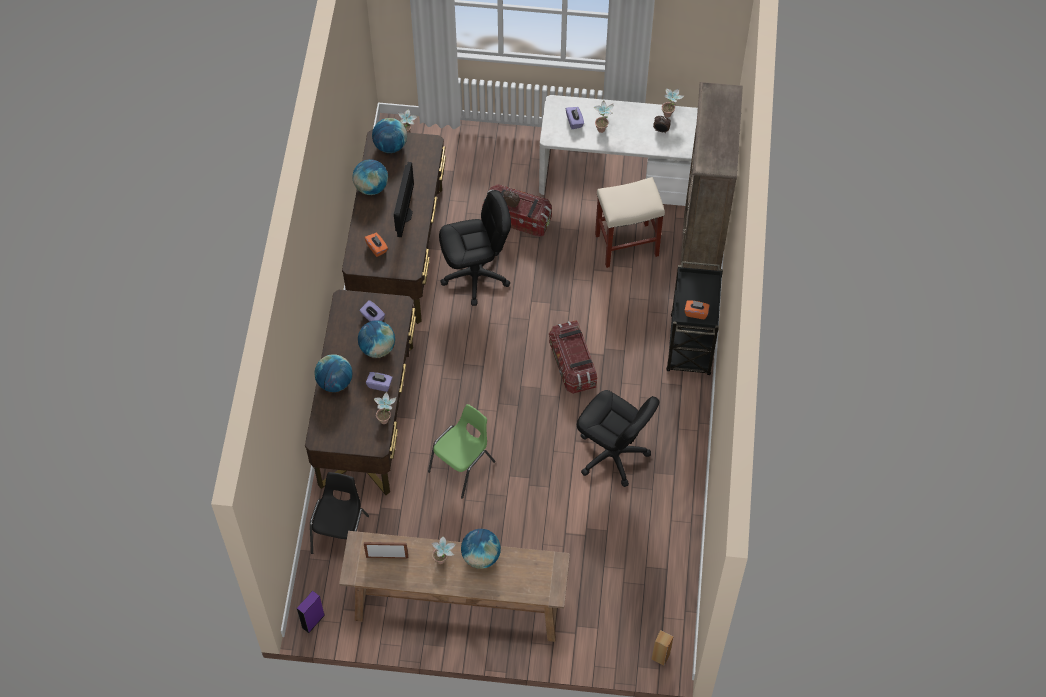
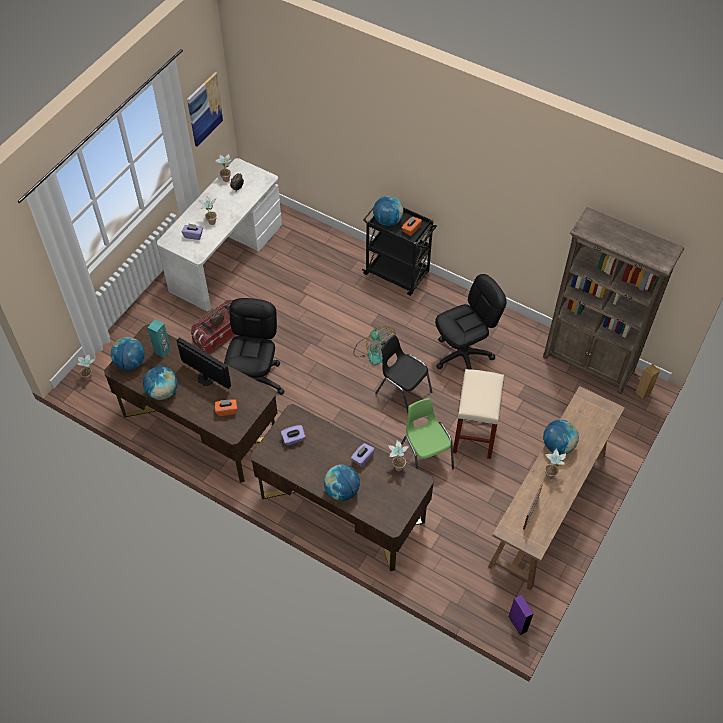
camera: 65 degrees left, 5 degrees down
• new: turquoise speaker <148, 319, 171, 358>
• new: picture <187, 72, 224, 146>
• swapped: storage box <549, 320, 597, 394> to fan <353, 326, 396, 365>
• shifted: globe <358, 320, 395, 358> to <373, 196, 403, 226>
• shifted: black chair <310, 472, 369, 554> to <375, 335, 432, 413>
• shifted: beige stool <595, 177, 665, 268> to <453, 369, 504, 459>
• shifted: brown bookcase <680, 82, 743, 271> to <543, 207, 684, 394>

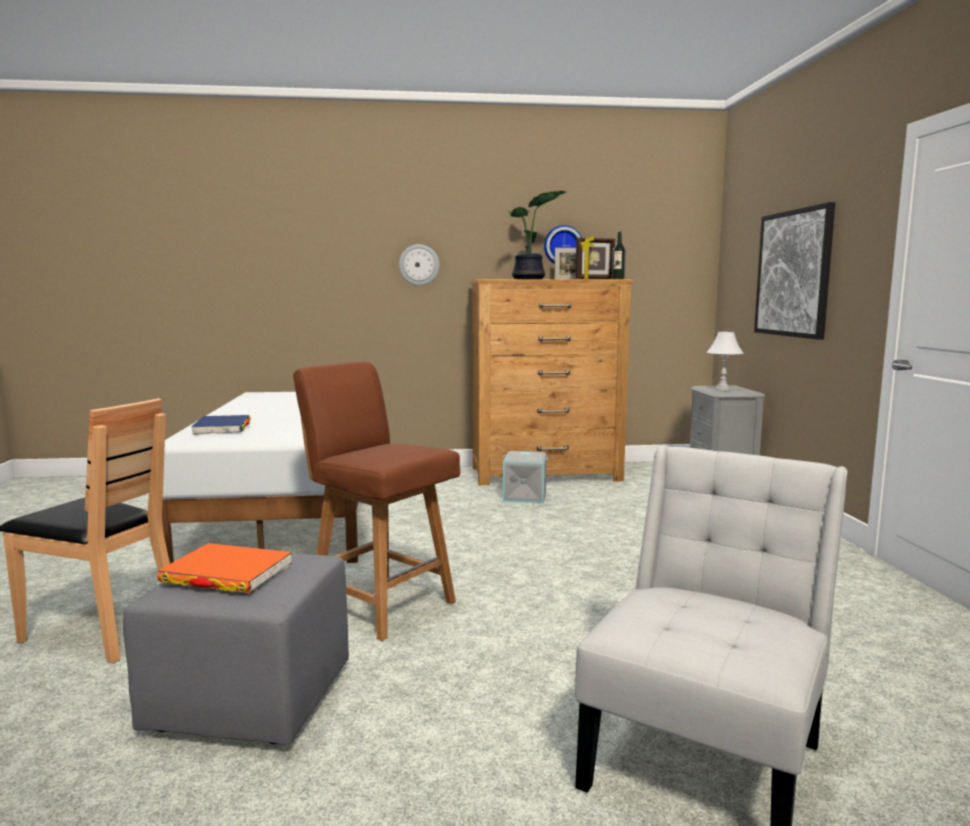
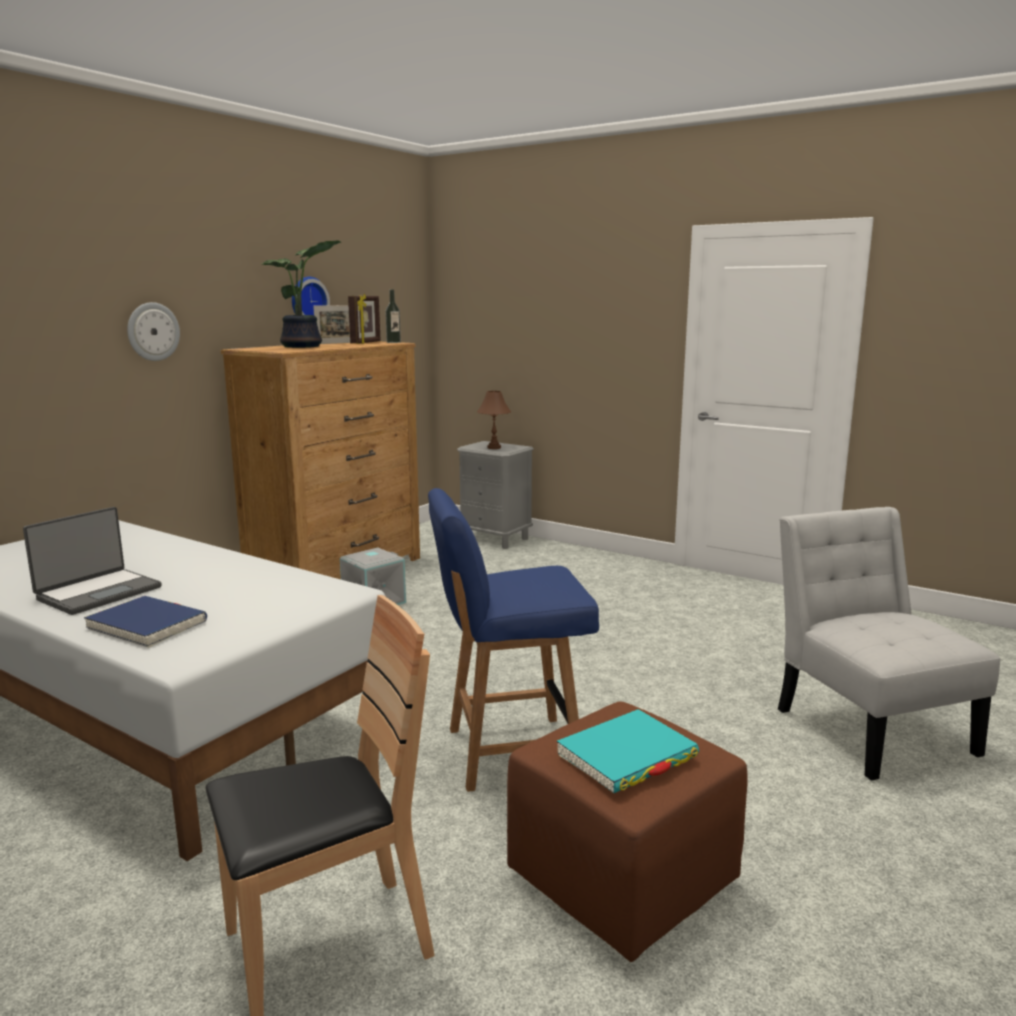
camera: 50 degrees left, 5 degrees up
• new: laptop <23, 507, 162, 615>
• repainted: brown chair <293, 361, 460, 641> to blue chair <428, 488, 599, 792>
• repainted: white table lamp <707, 331, 744, 391> to brown table lamp <477, 391, 511, 449>
• repainted: grey ottoman <123, 553, 349, 745> to brown ottoman <507, 702, 748, 962>
• repainted: orange book <157, 543, 292, 593> to turquoise book <557, 709, 699, 793>
• gone: picture <754, 202, 835, 340>

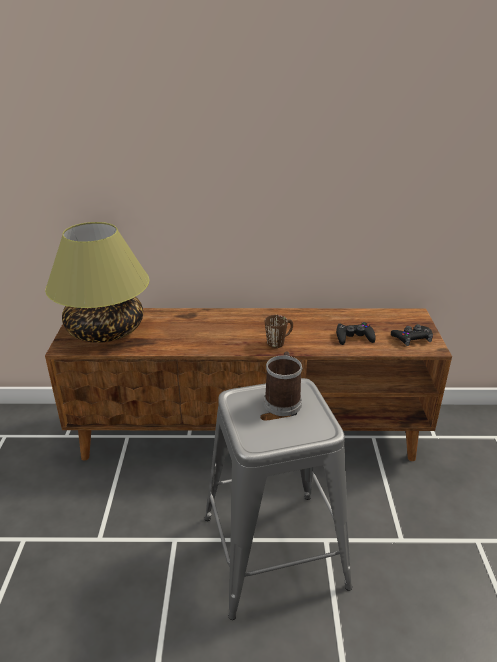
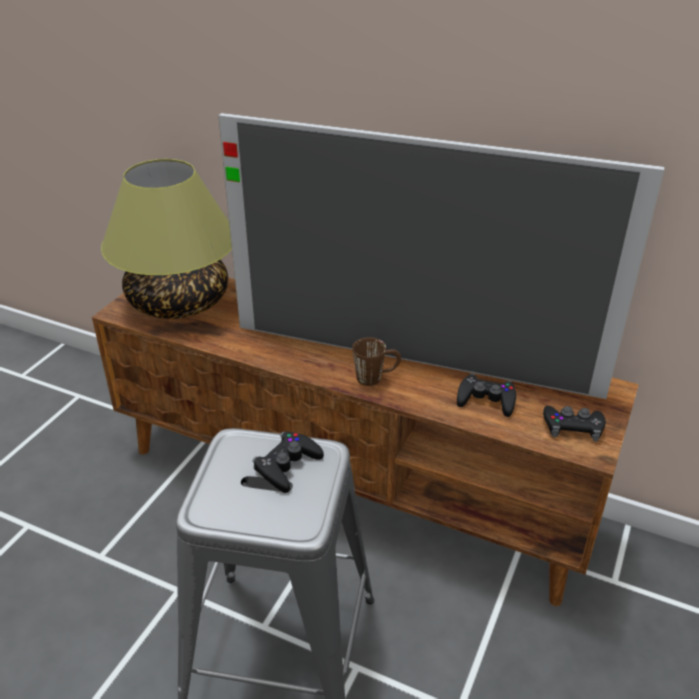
camera: 25 degrees right, 5 degrees up
• new: television <218, 113, 664, 399>
• swapped: mug <264, 352, 303, 416> to black game controller <253, 431, 324, 493>

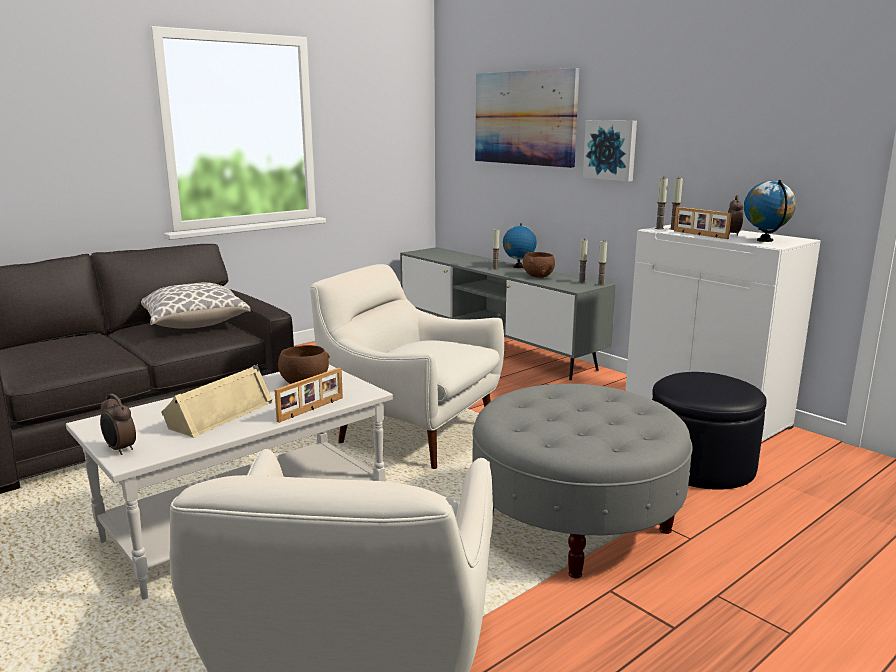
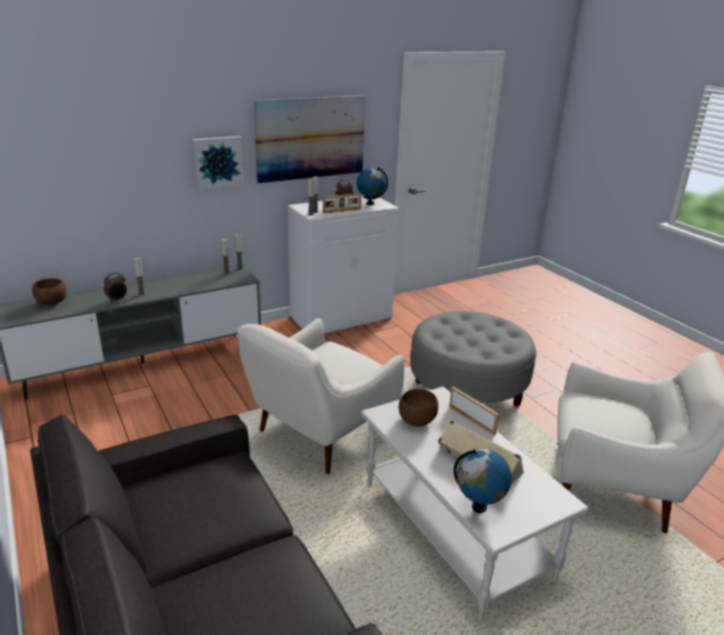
camera: 80 degrees left, 10 degrees up
• shifted: brown bowl <523, 252, 555, 278> to <32, 278, 66, 305>
• shifted: alarm clock <100, 394, 136, 455> to <104, 273, 127, 302>
• shifted: picture <475, 68, 579, 168> to <254, 95, 365, 183>
• shifted: globe <503, 223, 537, 268> to <454, 449, 512, 513>
• gone: pillow <141, 282, 251, 329>
• gone: black ottoman <652, 372, 767, 490>

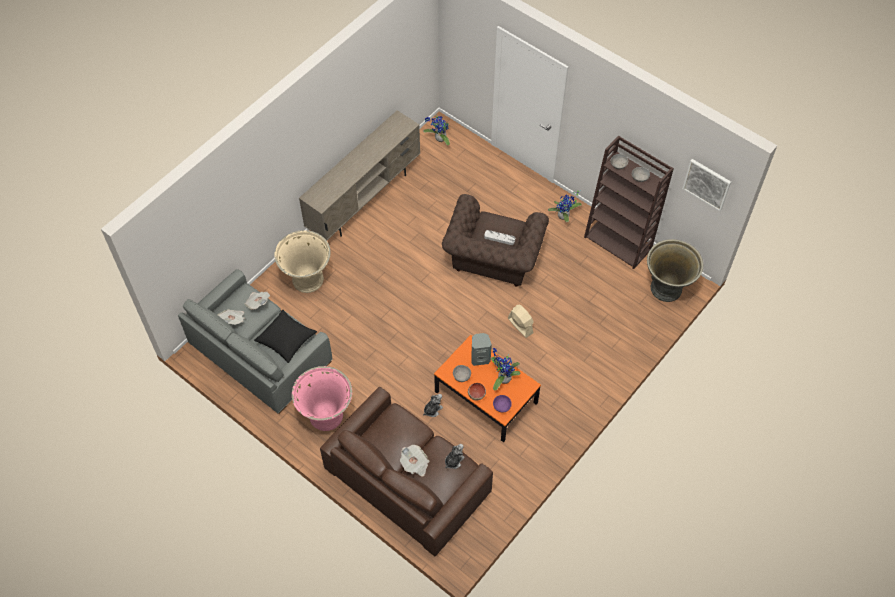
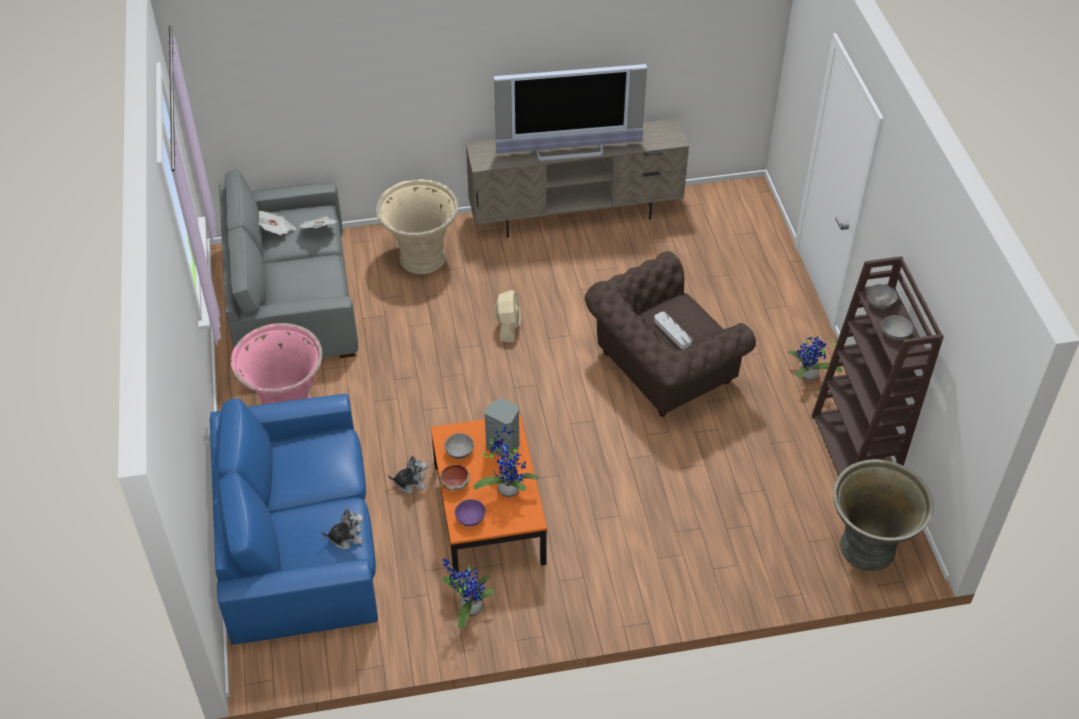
camera: 40 degrees right, 10 degrees down
• repainted: brown sofa <320, 387, 493, 556> to blue sofa <210, 394, 378, 645>
• shifted: potted plant <423, 115, 450, 145> to <441, 558, 495, 629>
• new: television <494, 64, 647, 161>
• shifted: beige fan <508, 305, 534, 338> to <495, 290, 521, 342>
• gone: black pillow <254, 310, 317, 363>
• gone: newspaper <400, 445, 429, 477>
• gone: picture <682, 159, 731, 211>

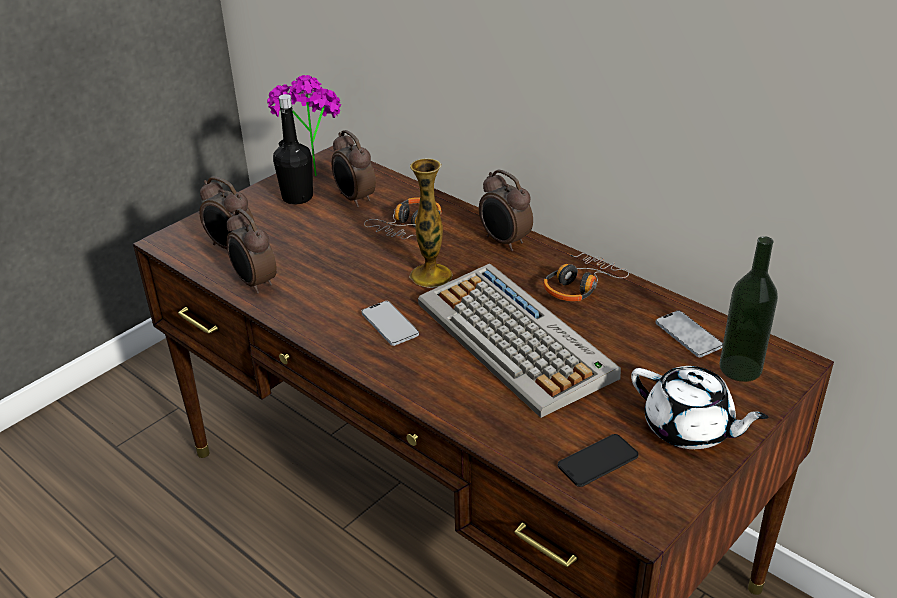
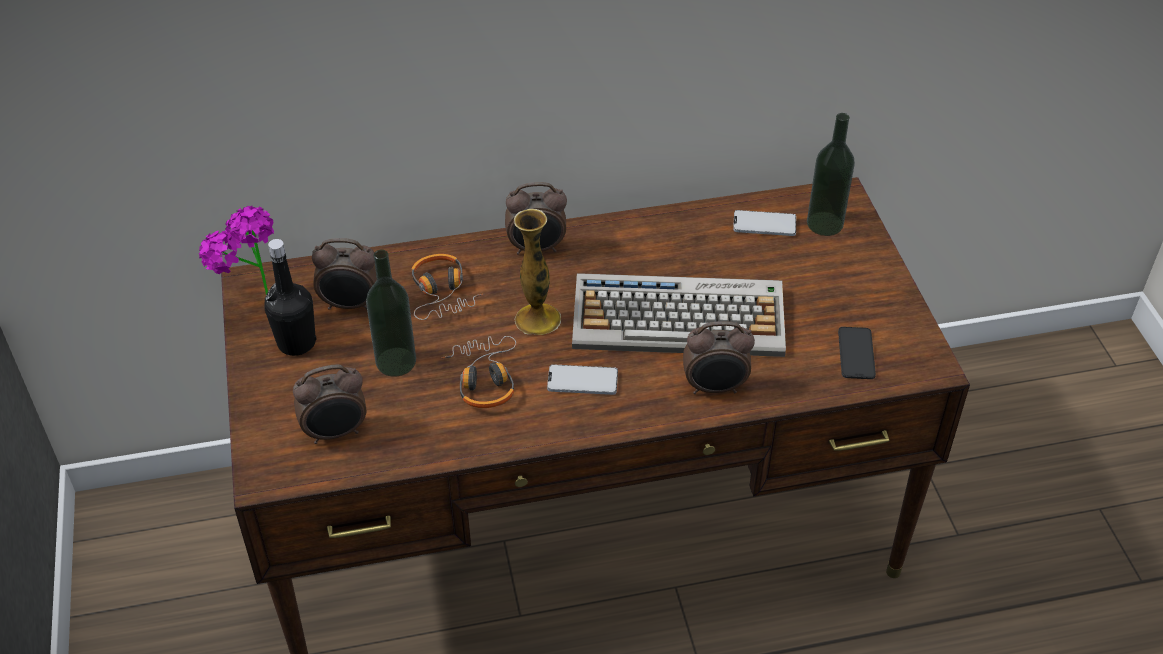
camera: 55 degrees left, 10 degrees up
• new: bottle <366, 250, 416, 377>
• shifted: headphones <544, 253, 629, 301> to <441, 336, 516, 408>
• shifted: alarm clock <227, 208, 277, 294> to <683, 321, 755, 394>
• gone: white teapot <631, 366, 768, 449>

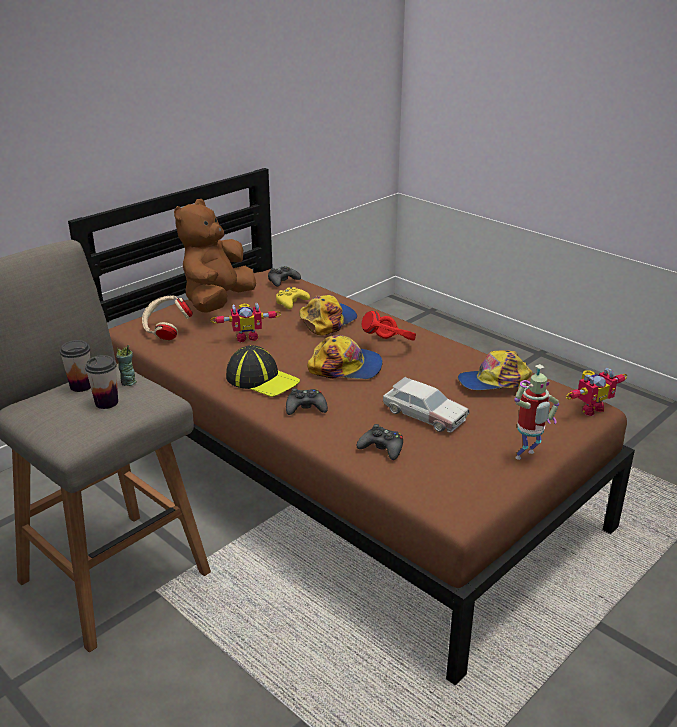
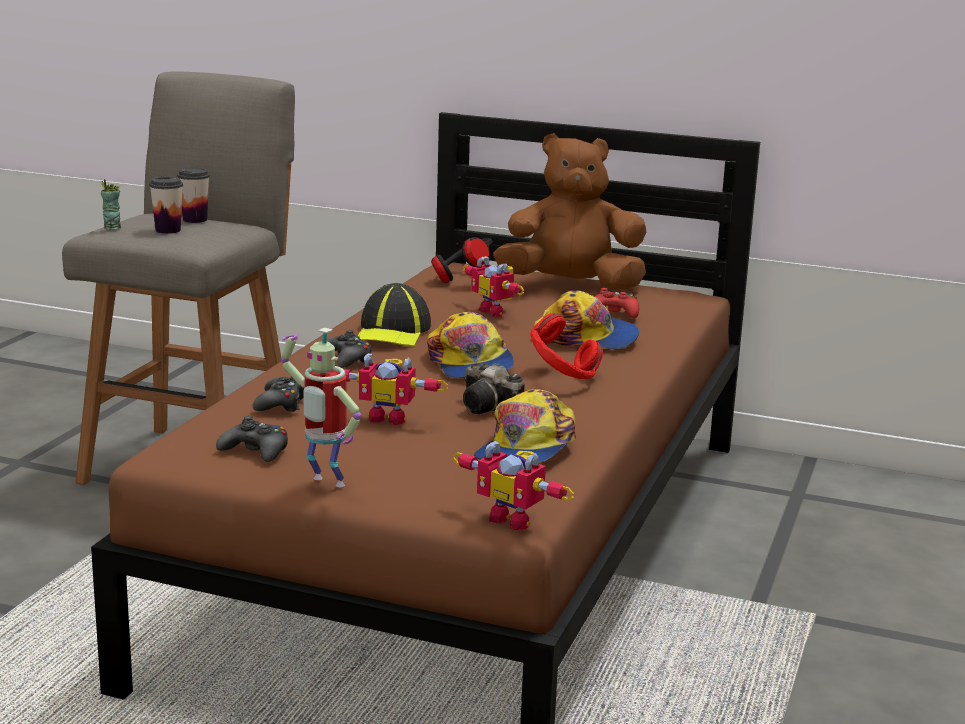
camera: 65 degrees right, 10 degrees down
• shifted: cup <116, 345, 137, 386> to <101, 179, 121, 230>
• shifted: black game controller <268, 266, 301, 287> to <216, 416, 288, 462>
• swapped: toy car <383, 377, 470, 433> to toy robot <343, 353, 448, 425>
• repainted: beige headphones <142, 295, 193, 340> to black headphones <431, 237, 493, 283>
• new: photo camera <463, 363, 525, 414>
• rotated: cap <458, 350, 532, 390> = <474, 389, 576, 463> 120 degrees counterclockwise
• repainted: yellow game controller <276, 287, 310, 309> to red game controller <595, 288, 639, 318>

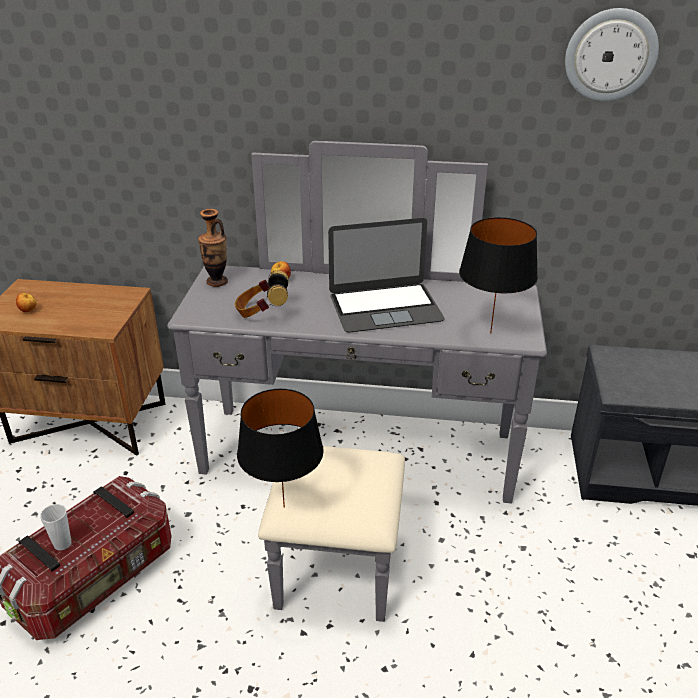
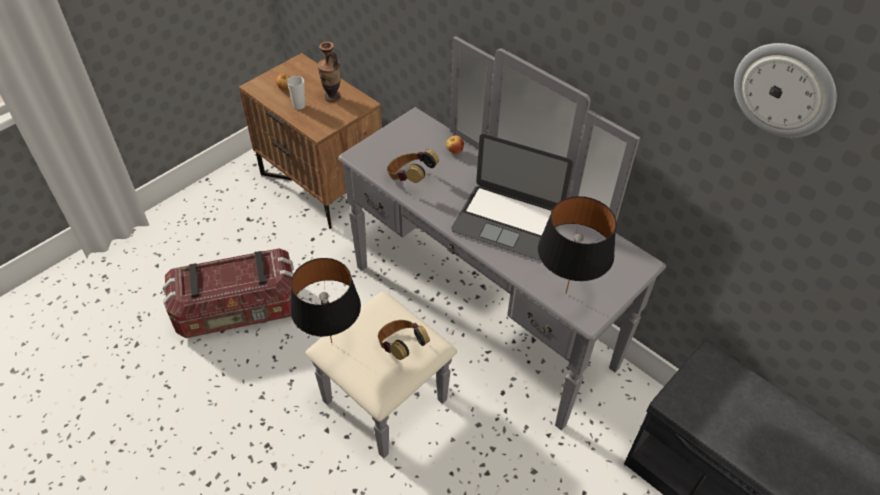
camera: 35 degrees right, 15 degrees up
• shifted: cup <40, 504, 71, 550> to <287, 76, 305, 109>
• shifted: vase <198, 209, 228, 287> to <317, 42, 341, 102>
• new: headphones <378, 320, 430, 360>

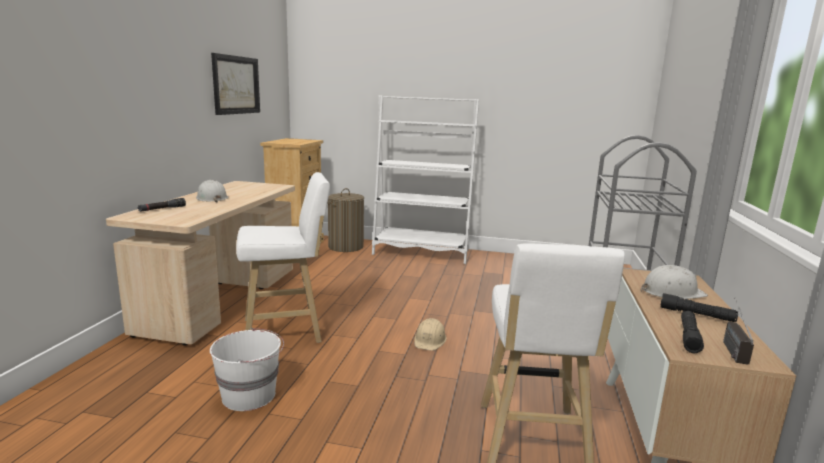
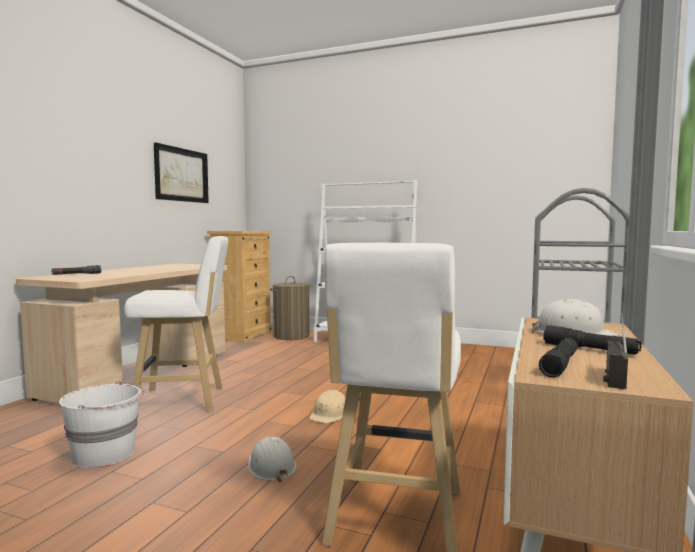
camera: 10 degrees right, 10 degrees down
• shifted: white hard hat <196, 180, 228, 202> to <248, 436, 297, 482>

